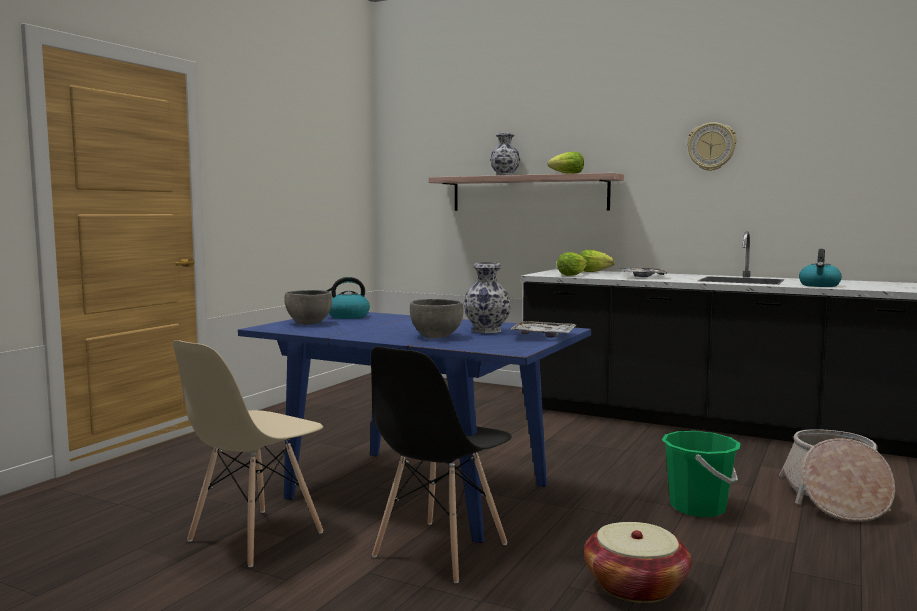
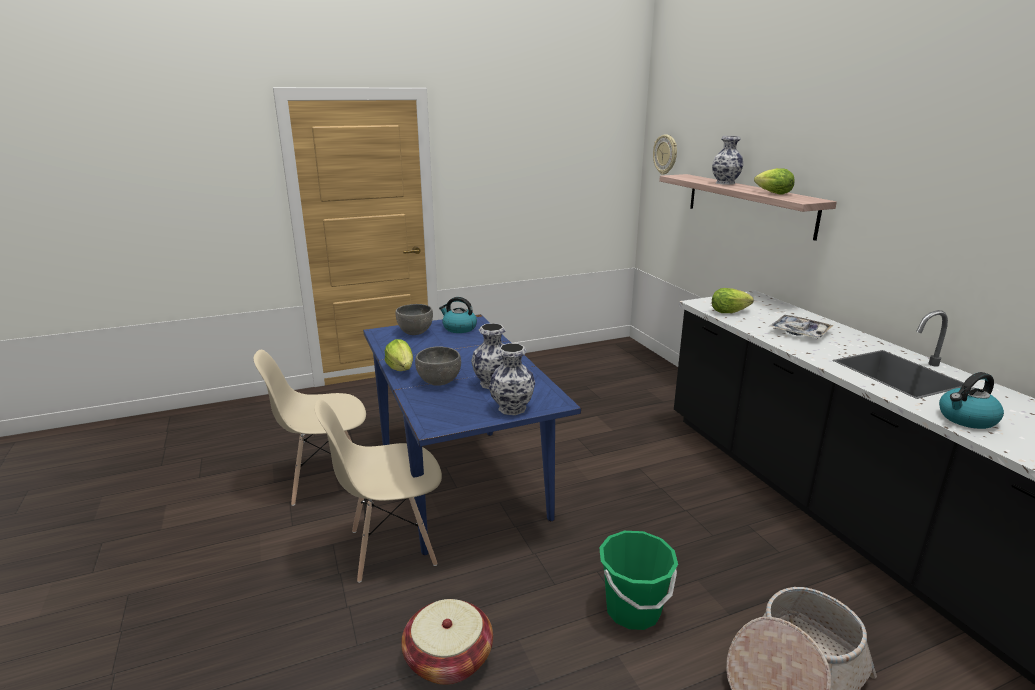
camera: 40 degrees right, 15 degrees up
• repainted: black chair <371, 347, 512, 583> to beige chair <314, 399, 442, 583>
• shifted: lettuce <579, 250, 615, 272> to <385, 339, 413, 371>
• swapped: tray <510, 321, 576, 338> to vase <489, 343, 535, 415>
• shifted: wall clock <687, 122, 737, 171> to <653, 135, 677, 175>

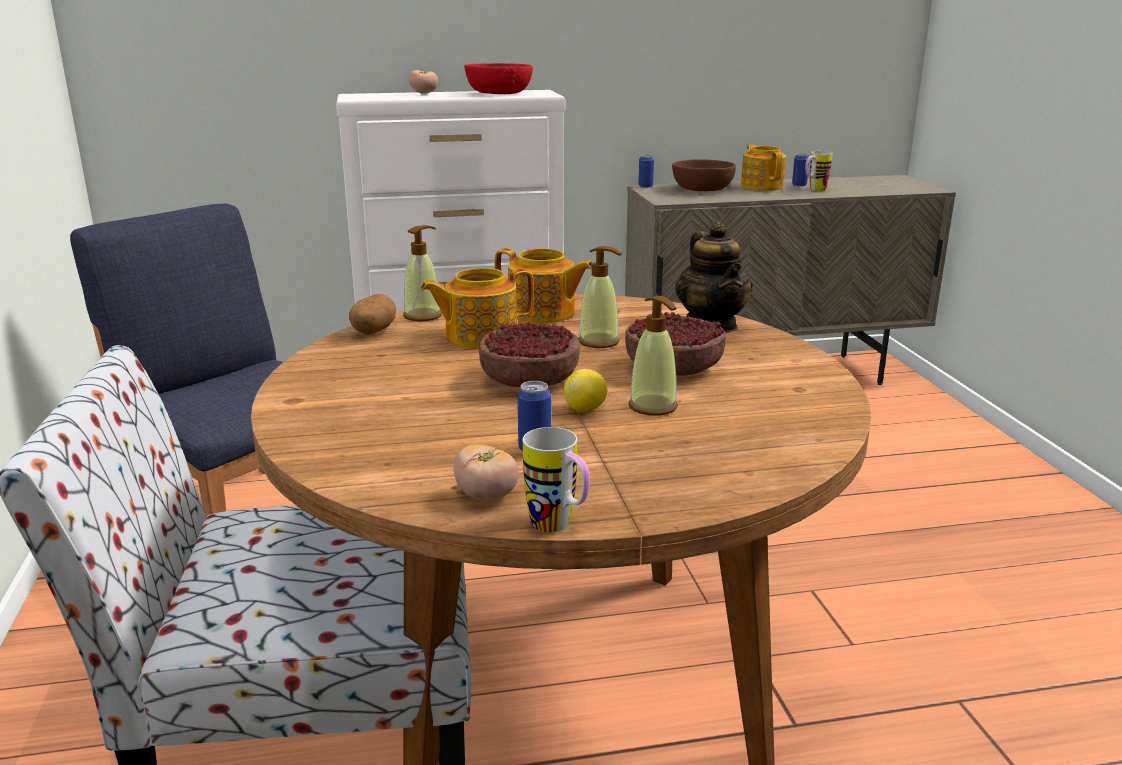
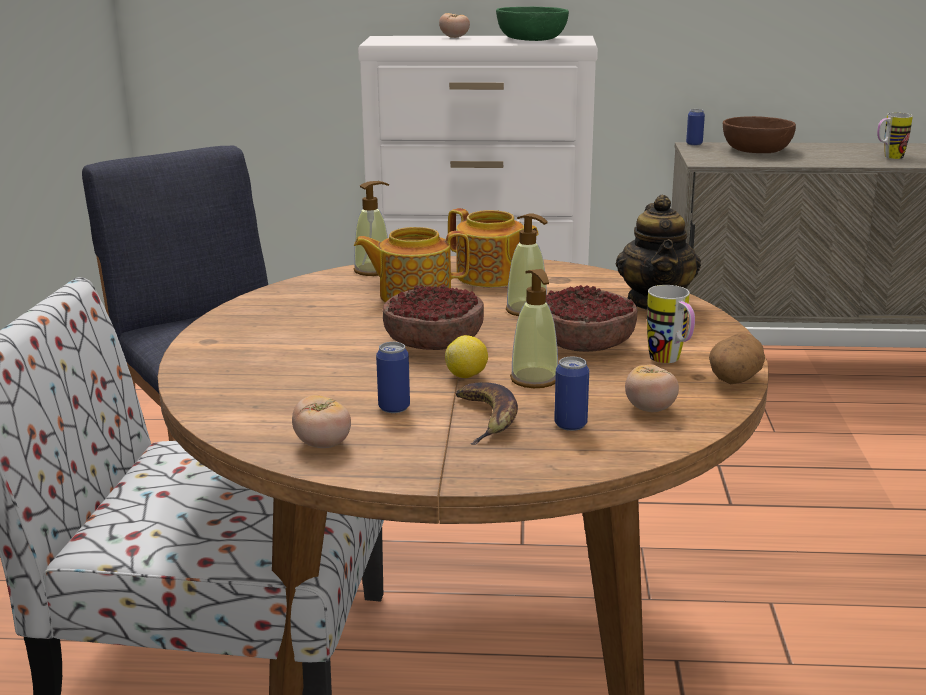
camera: 15 degrees right, 0 degrees up
• new: banana <456, 382, 518, 445>
• repainted: red bowl <464, 63, 533, 94> to green bowl <496, 7, 569, 41>
• shifted: can <792, 153, 809, 186> to <554, 357, 589, 431>
• new: tomato <625, 365, 679, 412>
• shifted: mug <523, 427, 590, 532> to <647, 285, 695, 363>
• shifted: potato <349, 294, 396, 335> to <709, 333, 765, 384>
• gone: teapot <741, 144, 786, 191>

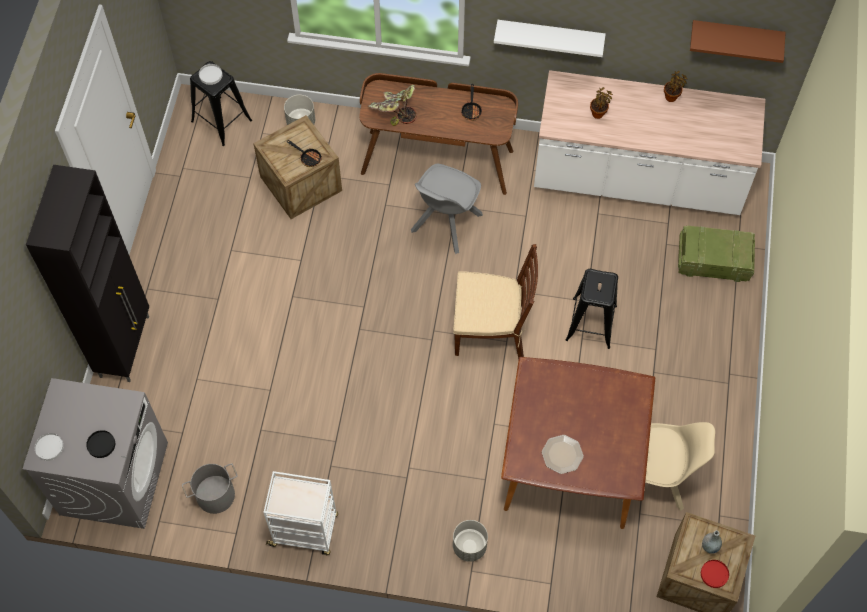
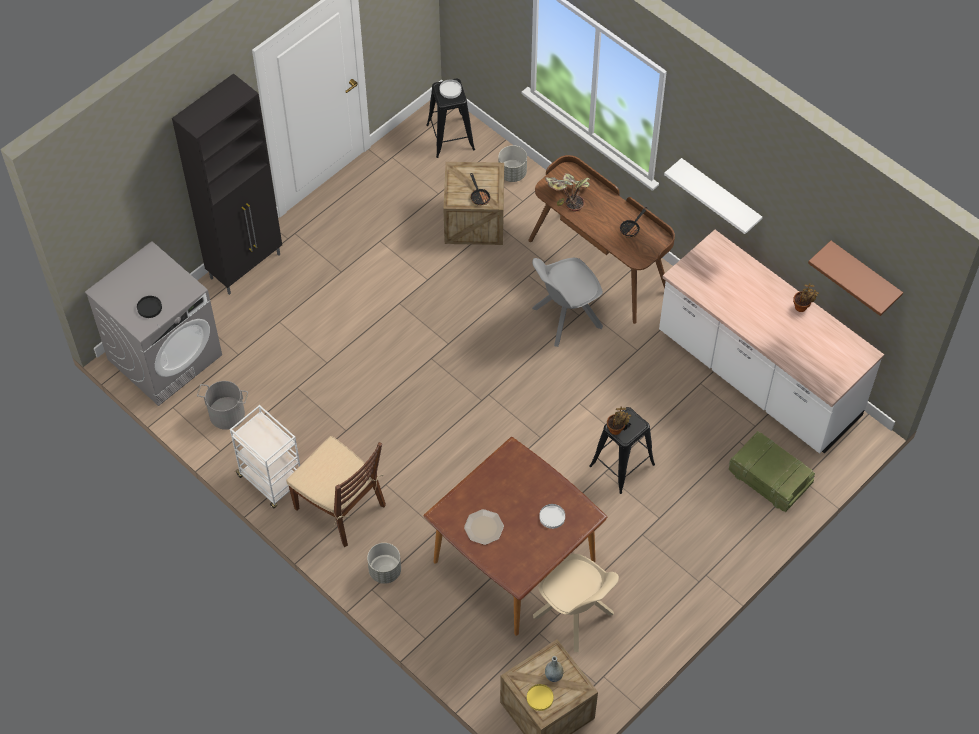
camera: 35 degrees right, 5 degrees down
• shifted: brown chair <453, 244, 538, 359> to <286, 436, 386, 547>
• repainted: red plate <701, 560, 729, 588> to yellow plate <527, 684, 554, 711>
• shifted: white plate <34, 433, 64, 461> to <539, 504, 565, 529>
• shifted: potted plant <590, 87, 613, 119> to <607, 406, 632, 435>

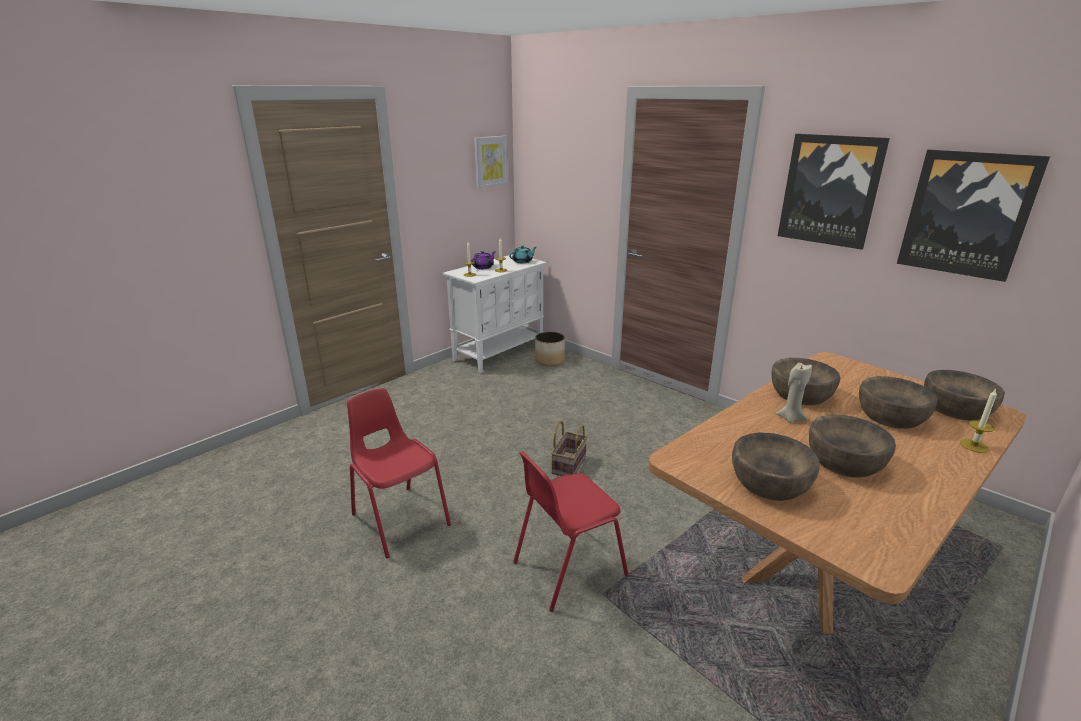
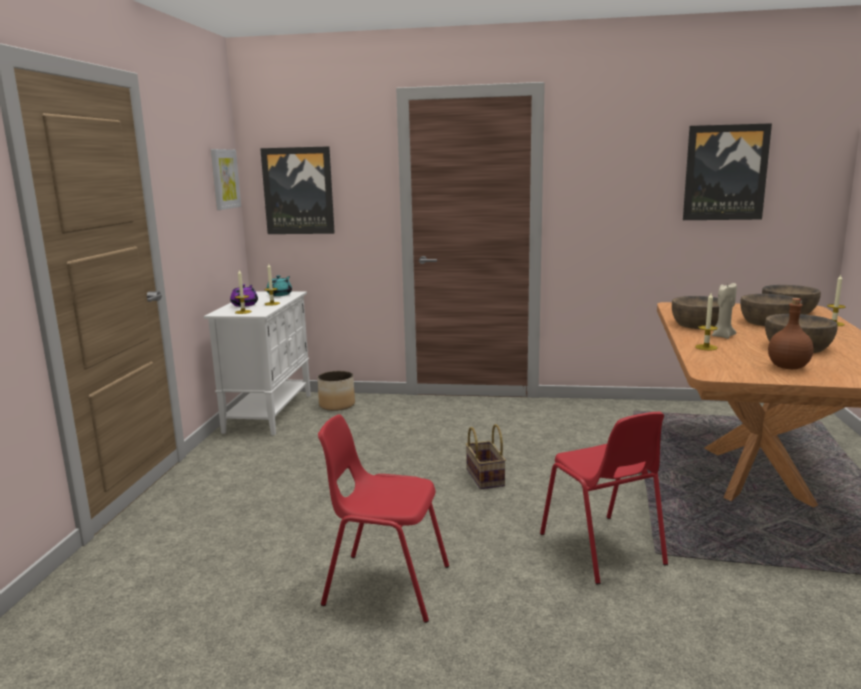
camera: 35 degrees left, 10 degrees down
• shifted: picture <778, 134, 890, 250> to <260, 146, 335, 234>
• rotated: red chair <513, 451, 629, 612> = <540, 412, 668, 584> 45 degrees counterclockwise
• new: candle <695, 293, 718, 350>
• swapped: brown bowl <732, 433, 820, 501> to brown bottle <768, 298, 813, 369>

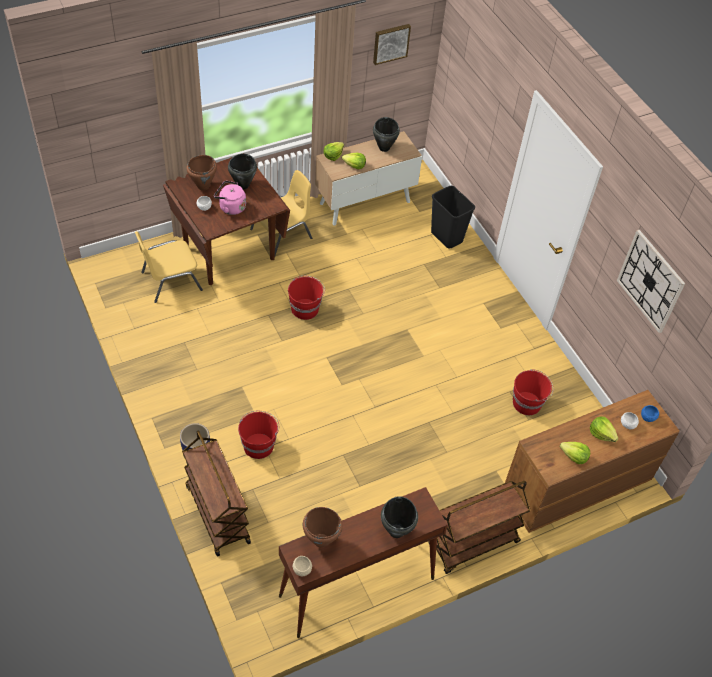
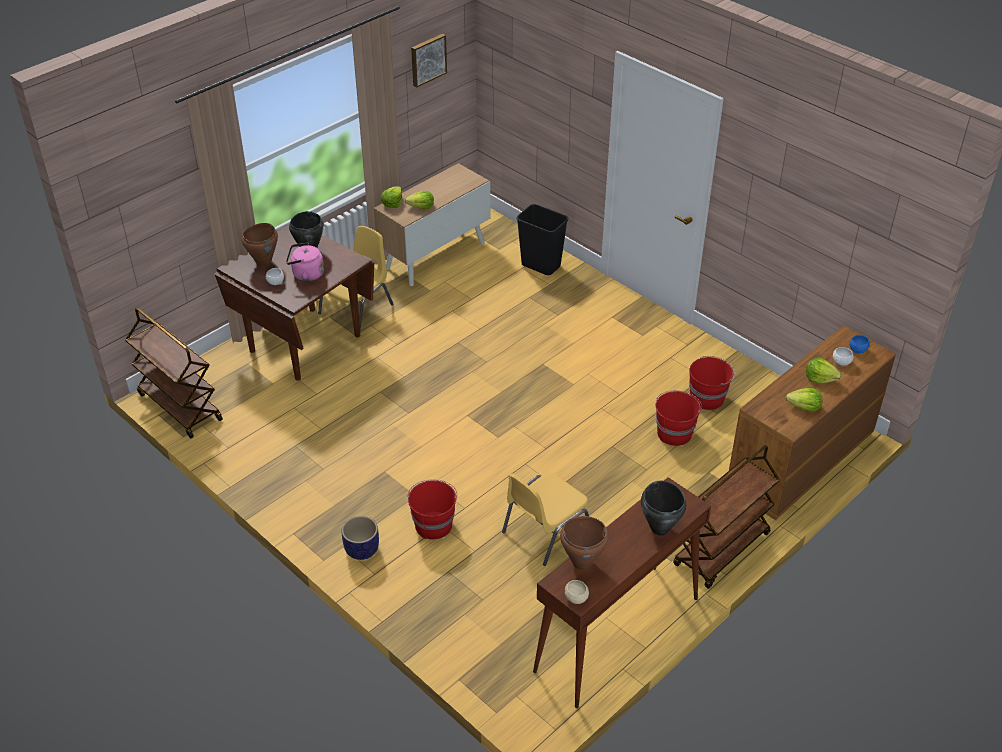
camera: 15 degrees left, 10 degrees down
• shifted: brown cart <182, 430, 251, 557> to <125, 308, 223, 438>
• shifted: yellow chair <135, 231, 203, 303> to <502, 472, 589, 566>
• shifted: red bucket <288, 276, 325, 320> to <656, 390, 702, 446>
• gone: black cooking pot <373, 117, 400, 152>
• gone: wall clock <617, 230, 685, 333>

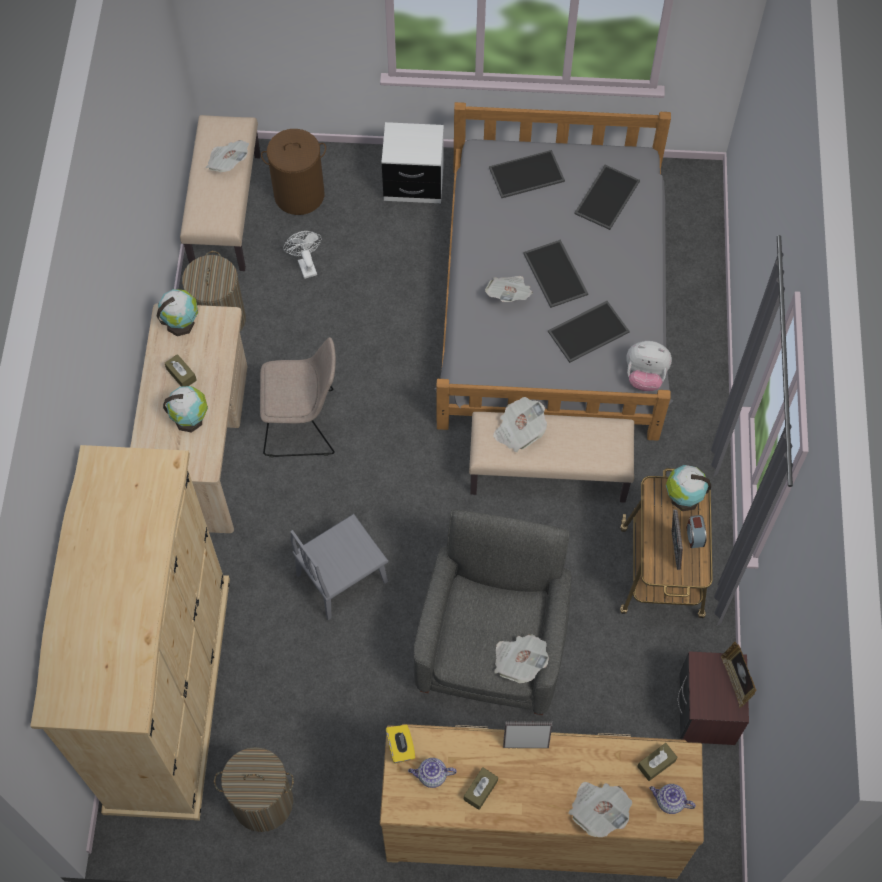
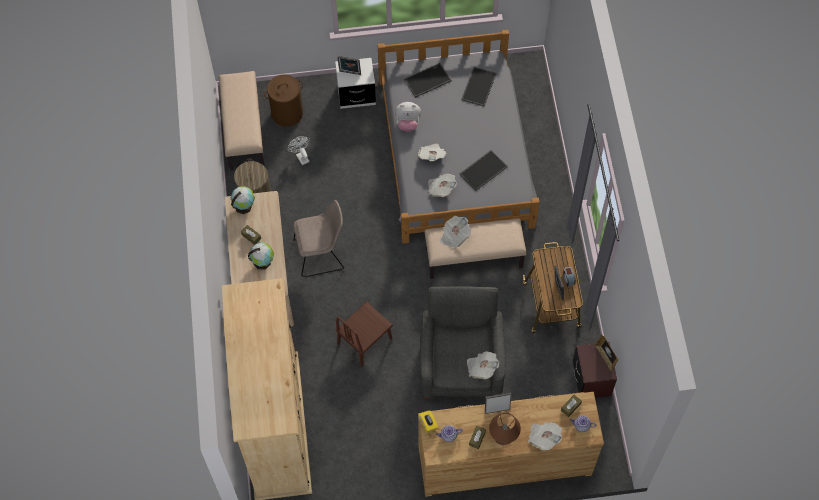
camera: 10 degrees left, 0 degrees up
• repainted: grey chair <291, 514, 388, 620> to brown chair <336, 302, 393, 367>
• new: picture frame <337, 56, 361, 75>
• shifted: plush toy <627, 341, 672, 391> to <395, 102, 421, 131>
• shifted: newspaper <206, 140, 249, 172> to <428, 173, 457, 197>
• new: brown table lamp <489, 413, 521, 445>
• gone: laundry basket <214, 747, 294, 832>
• gone: tray <523, 240, 588, 308>
• gone: globe <666, 465, 711, 511>

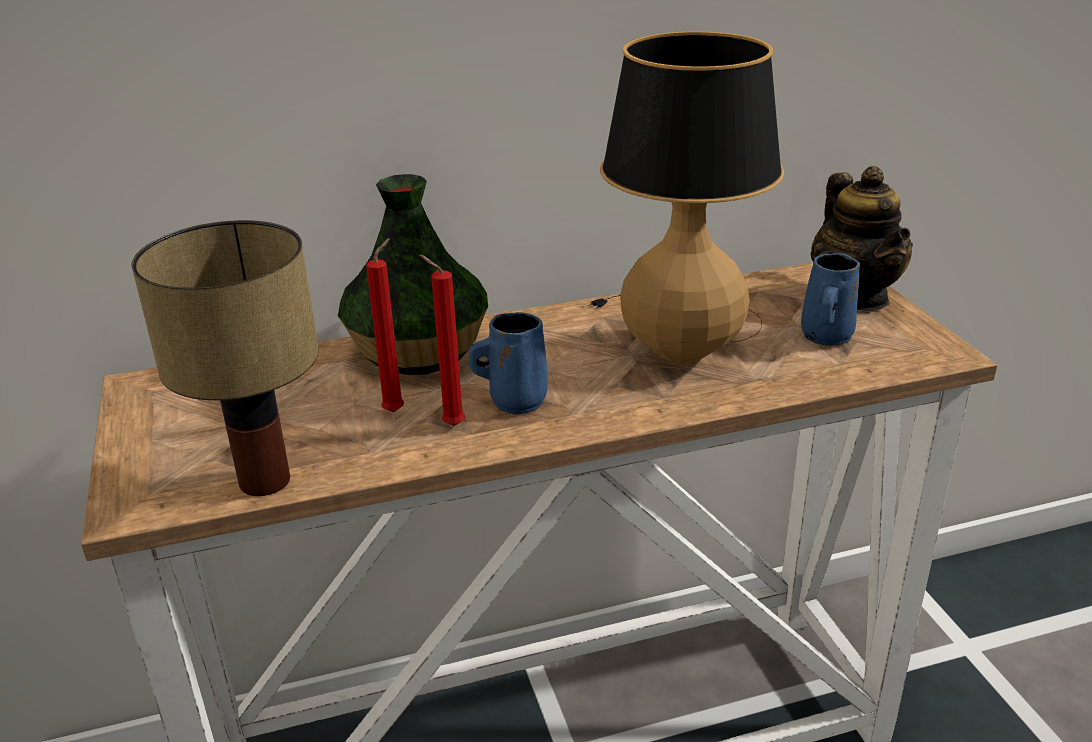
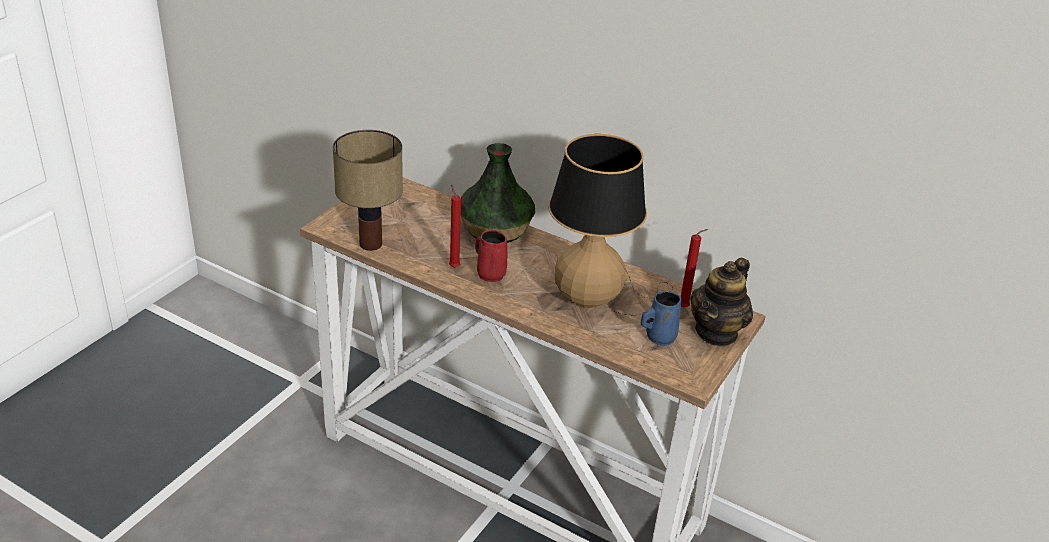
camera: 45 degrees right, 5 degrees up
• repainted: blue mug <469, 312, 548, 415> to red mug <475, 230, 508, 282>
• shifted: red candle <366, 238, 404, 412> to <681, 229, 708, 307>

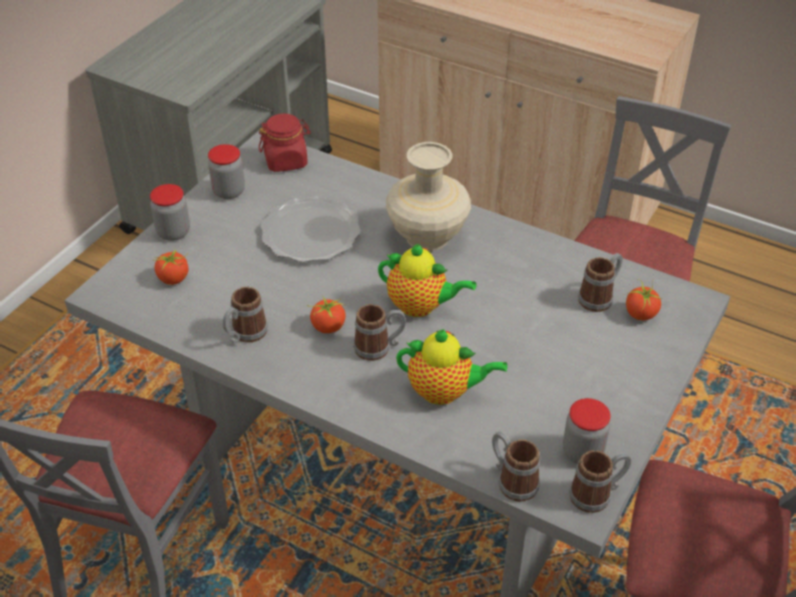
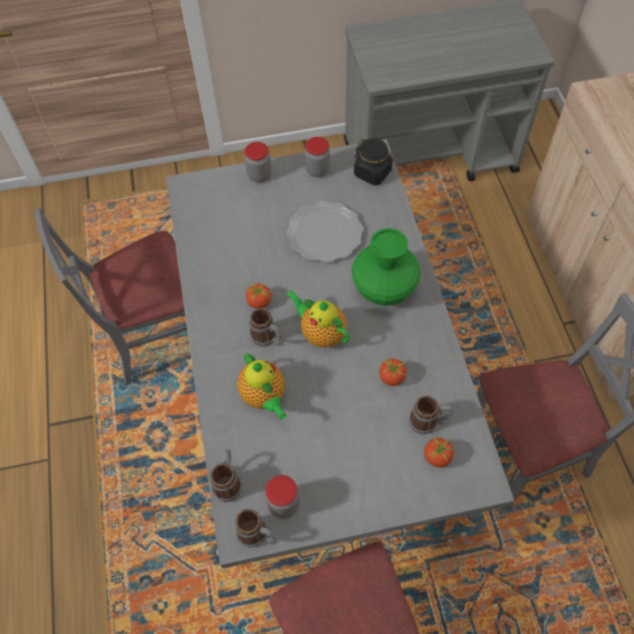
camera: 50 degrees right, 15 degrees up
• rotated: teapot <378, 244, 477, 317> = <286, 290, 350, 348> 150 degrees clockwise
• repainted: beige vase <386, 142, 471, 251> to green vase <352, 228, 421, 306>
• repainted: red jar <259, 113, 311, 172> to black jar <354, 138, 394, 186>
• shifted: tomato <152, 249, 188, 285> to <379, 358, 407, 386>
• gone: mug <223, 287, 268, 344>

